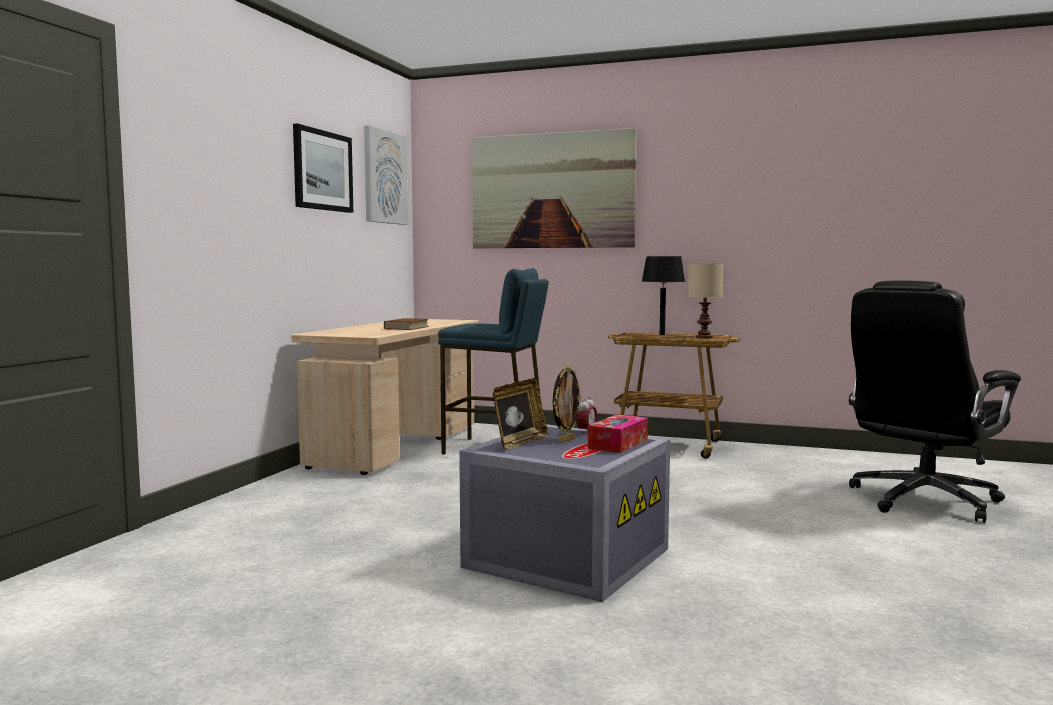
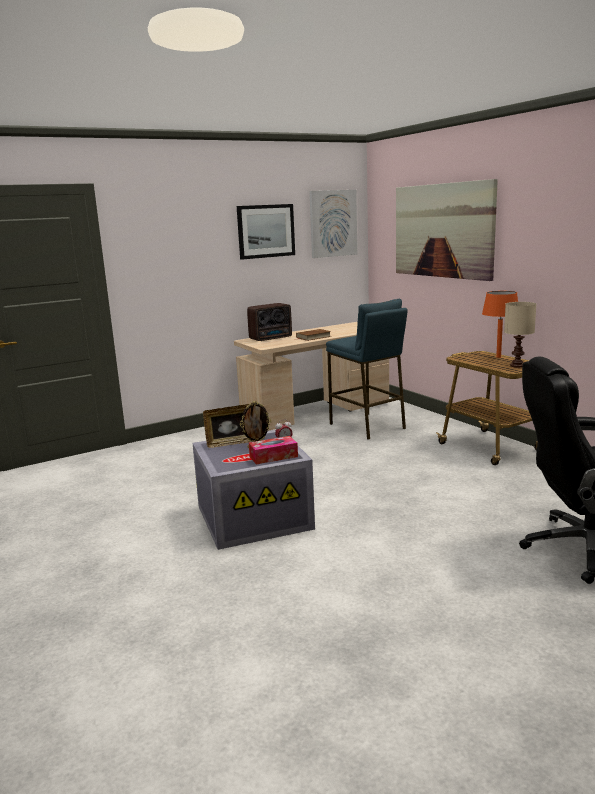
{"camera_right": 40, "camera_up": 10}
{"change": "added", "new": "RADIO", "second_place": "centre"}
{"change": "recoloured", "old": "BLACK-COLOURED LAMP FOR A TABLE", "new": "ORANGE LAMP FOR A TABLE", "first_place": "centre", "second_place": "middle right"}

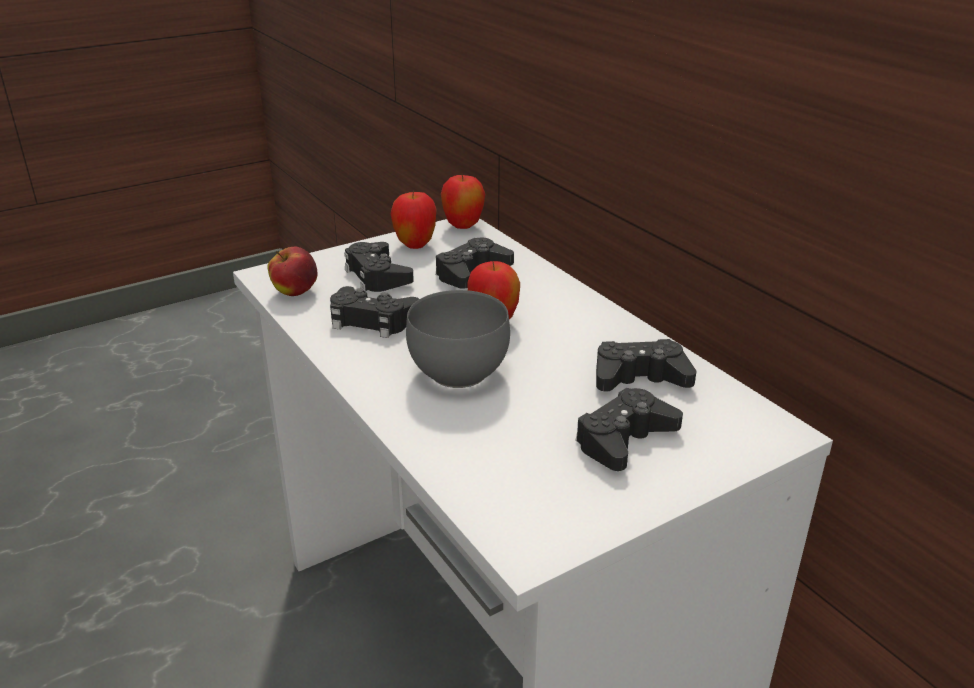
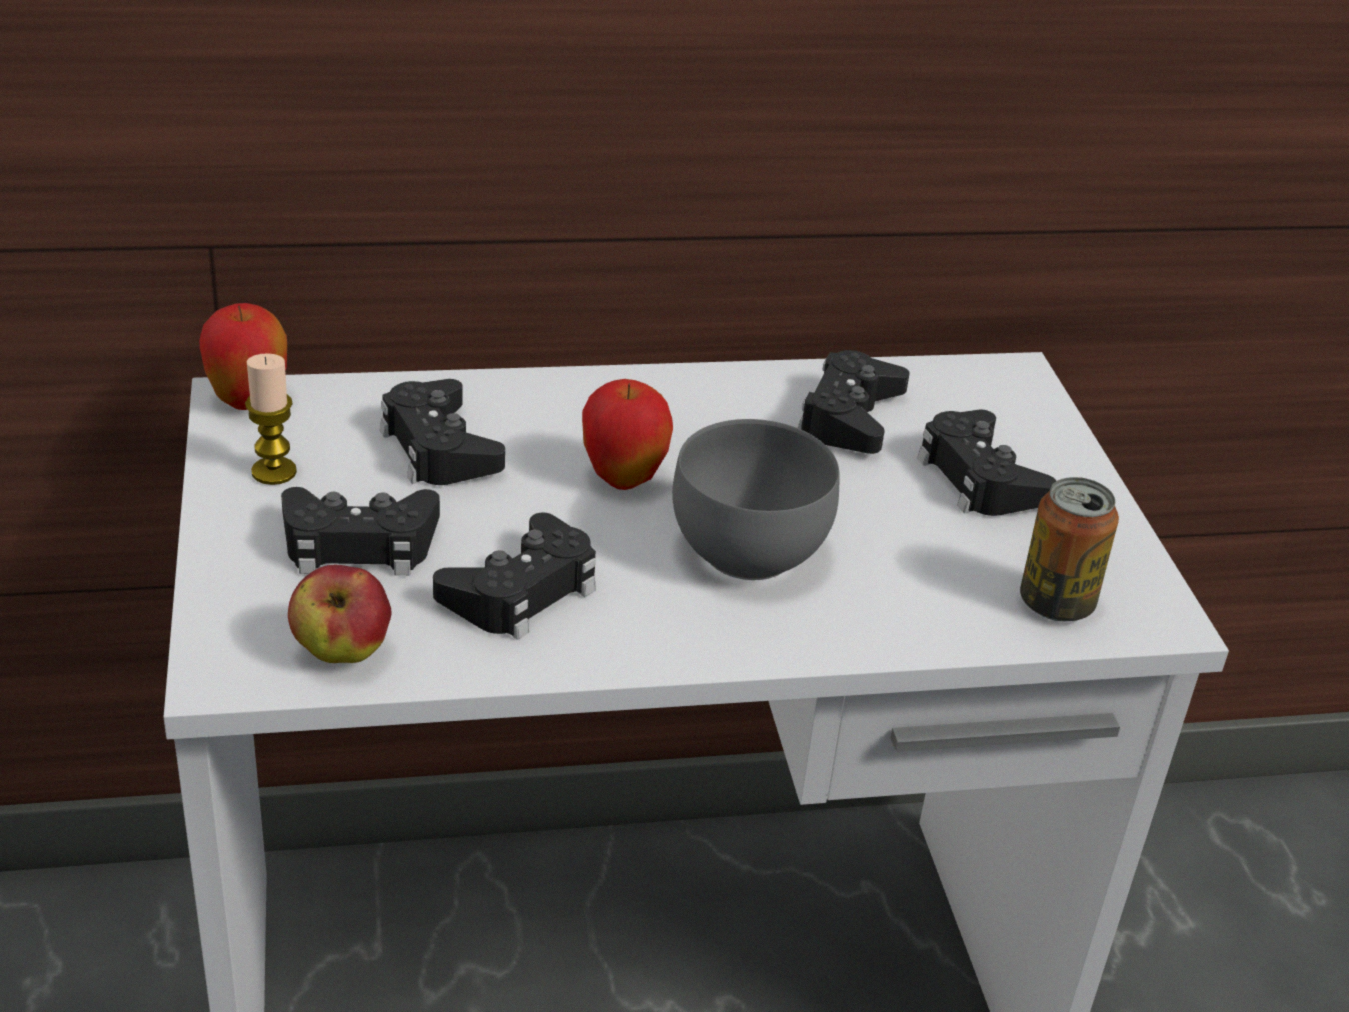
{"camera_right": -70, "camera_up": 5}
{"change": "replaced", "old": "APPLE FRUIT (2nd from left)", "new": "WAX CANDLE", "first_place": "top centre", "second_place": "middle left"}
{"change": "added", "new": "SEALED CAN", "second_place": "middle right"}

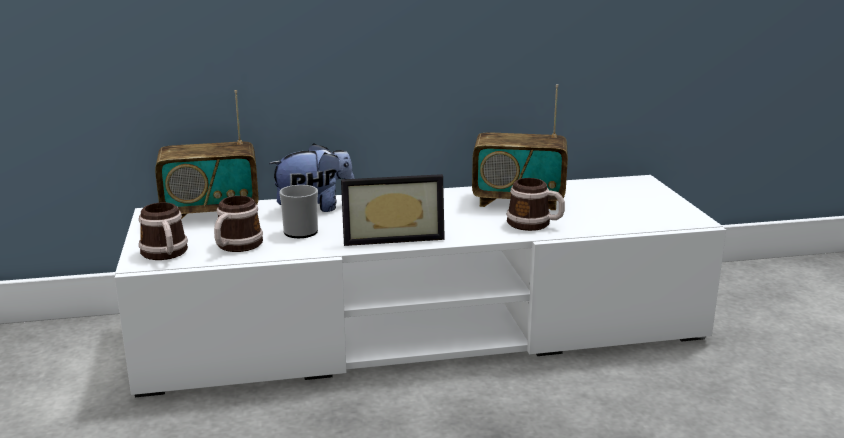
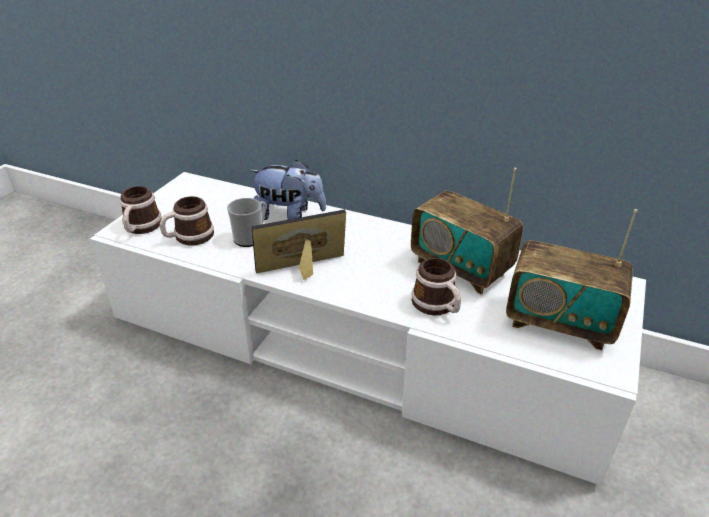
{"camera_right": 35, "camera_up": 15}
{"change": "turned", "old": "PICTURE FRAME", "first_place": "centre", "second_place": "centre", "degrees": 135}
{"change": "moved", "old": "RADIO (1st from left in the first image)", "new": "RADIO (2nd from left)", "first_place": "middle left", "second_place": "middle right"}

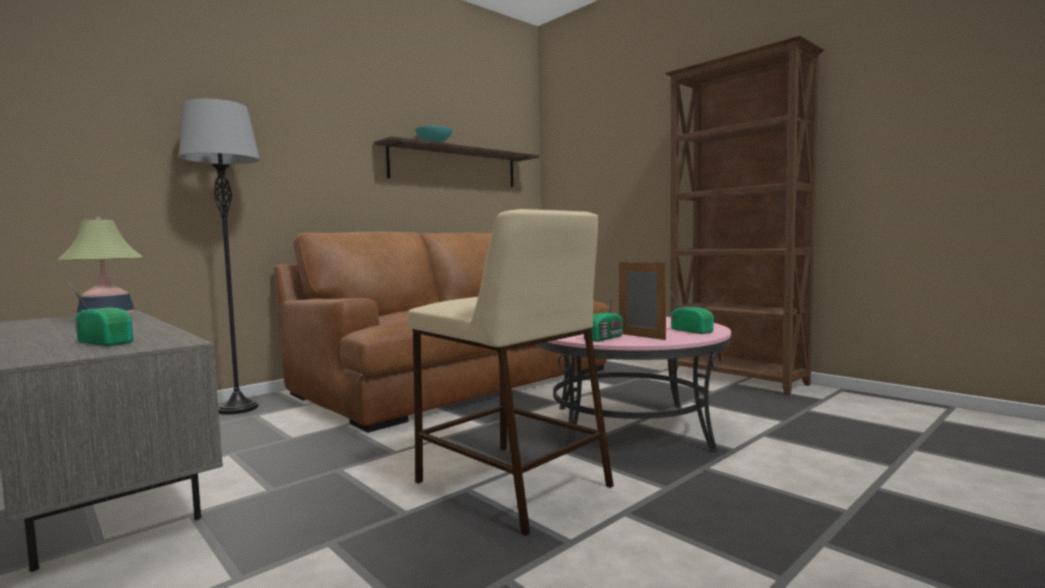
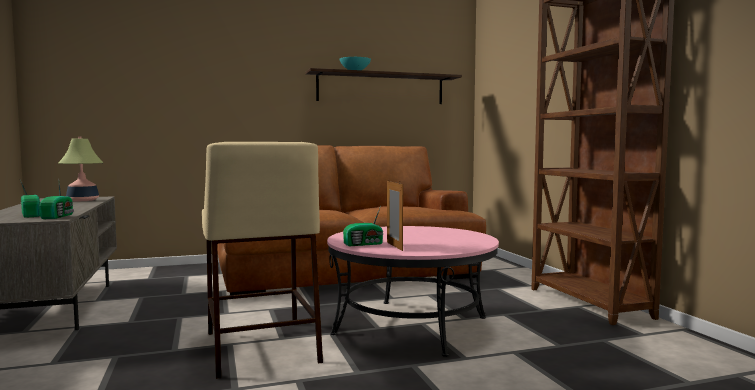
{"camera_right": 25, "camera_up": 0}
{"change": "moved", "old": "RADIO (3rd from left in the first image)", "new": "RADIO (2nd from left)", "first_place": "centre", "second_place": "middle left"}
{"change": "removed", "old": "GREY STANDARD LAMP", "first_place": "middle left"}

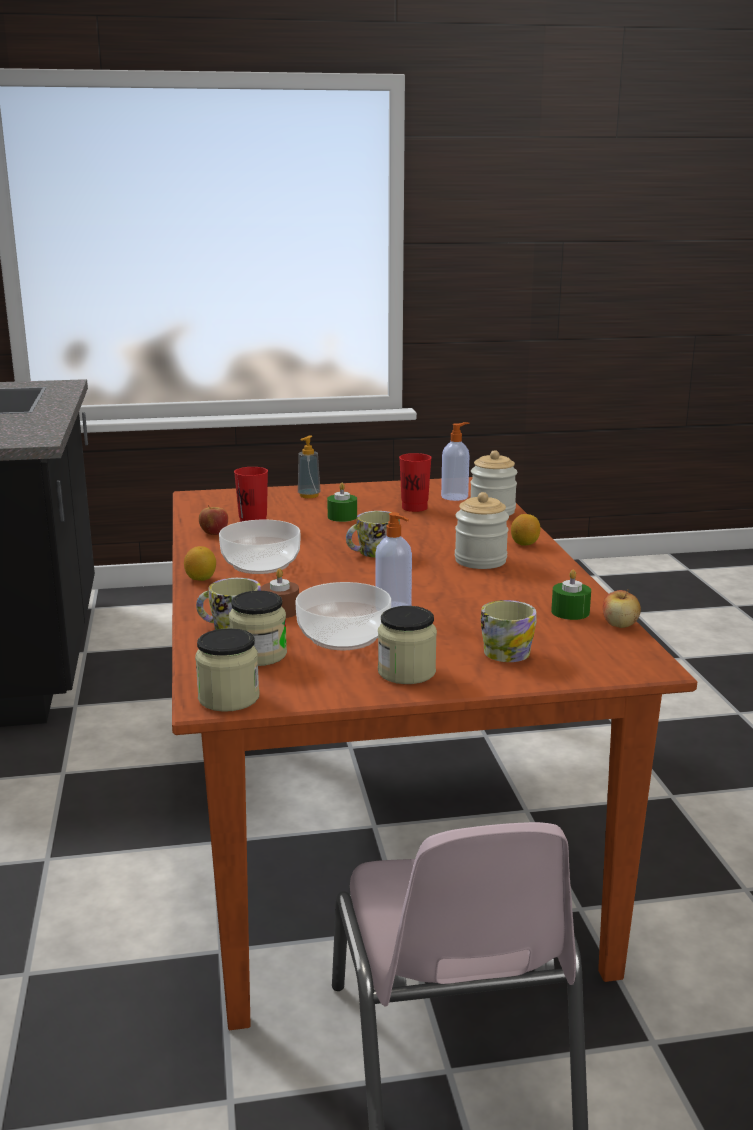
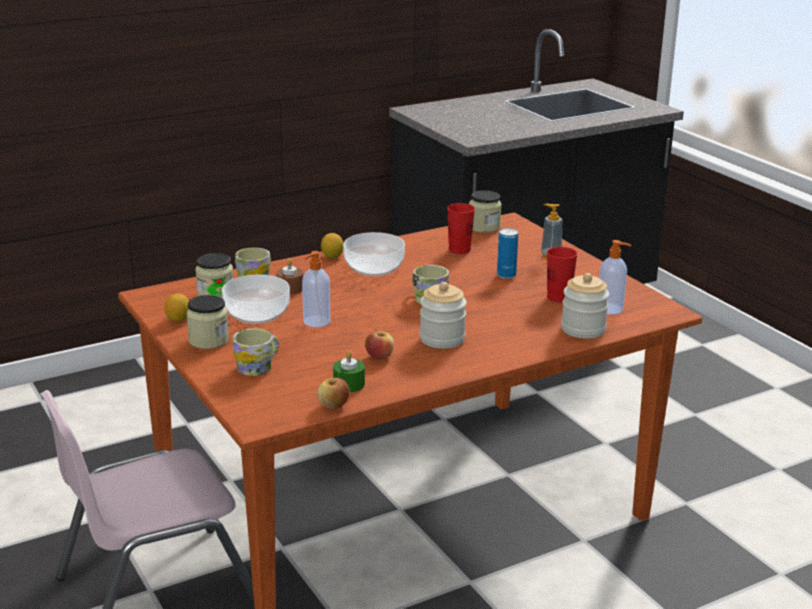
{"camera_right": 70, "camera_up": 5}
{"change": "moved", "old": "CITRUS FRUIT (2nd from left in the first image)", "new": "CITRUS FRUIT (1st from left)", "first_place": "middle right", "second_place": "middle left"}
{"change": "moved", "old": "APPLE FRUIT (1st from left in the first image)", "new": "APPLE FRUIT (2nd from left)", "first_place": "middle left", "second_place": "centre"}
{"change": "moved", "old": "JAR (1st from left in the first image)", "new": "JAR (4th from left)", "first_place": "middle left", "second_place": "centre"}
{"change": "replaced", "old": "GREEN WAX CANDLE (1st from left)", "new": "SEALED CAN", "first_place": "centre", "second_place": "centre"}

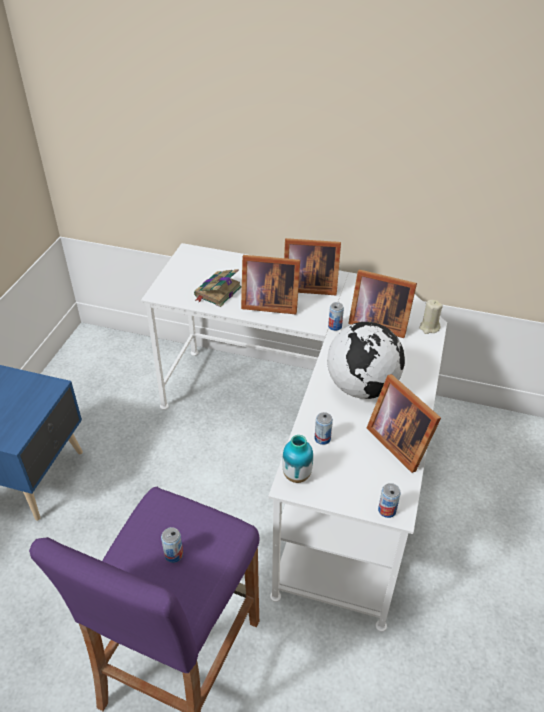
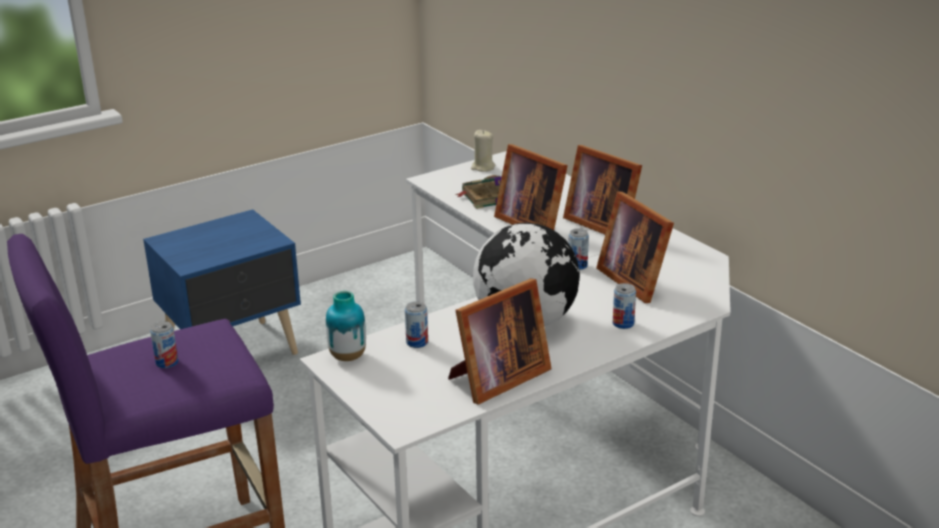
{"camera_right": 40, "camera_up": -15}
{"change": "turned", "old": "PICTURE FRAME (4th from left in the first image)", "first_place": "middle right", "second_place": "centre", "degrees": -135}
{"change": "moved", "old": "BEIGE WAX CANDLE", "first_place": "middle right", "second_place": "top centre"}
{"change": "moved", "old": "SEALED CAN (4th from left)", "first_place": "bottom right", "second_place": "centre"}

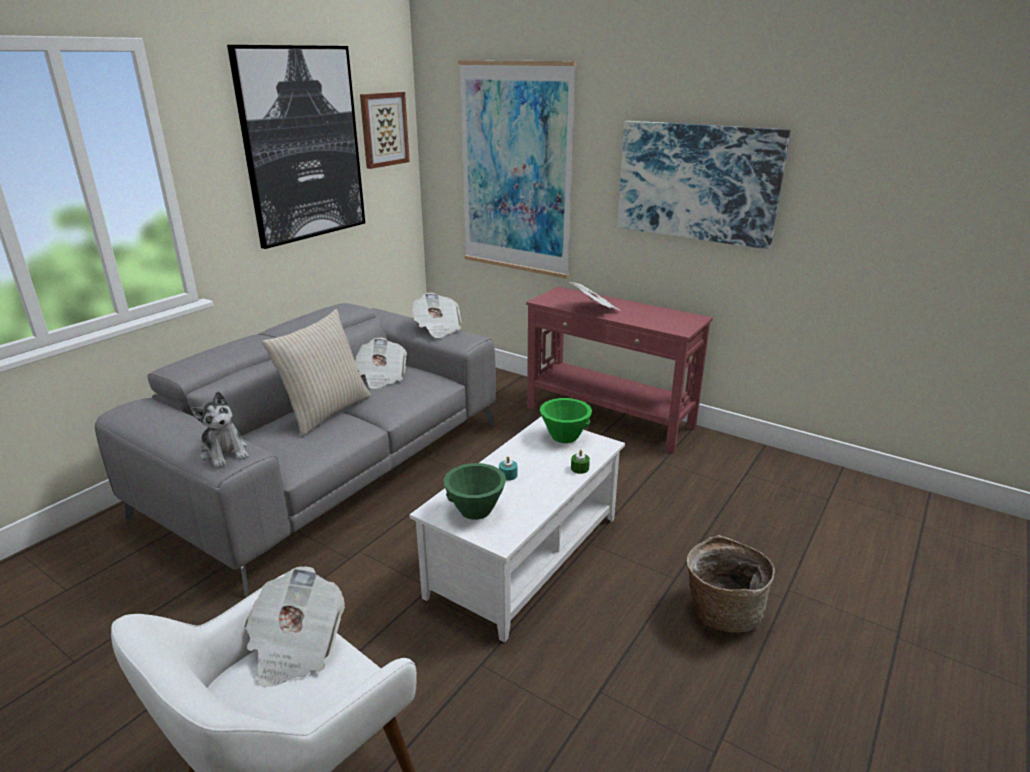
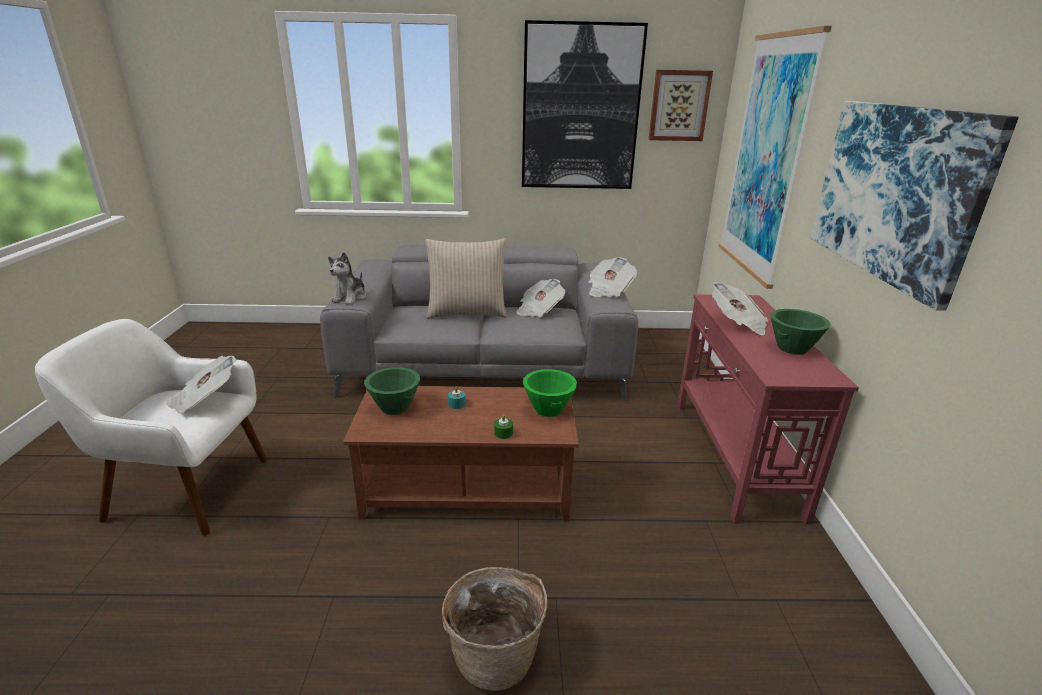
{"camera_right": 55, "camera_up": 0}
{"change": "recoloured", "old": "WHITE-COLOURED LOW TABLE", "new": "BROWNISH LOW TABLE", "first_place": "bottom centre", "second_place": "centre"}
{"change": "added", "new": "GREEN SERVING BOWL (3rd from left)", "second_place": "middle right"}

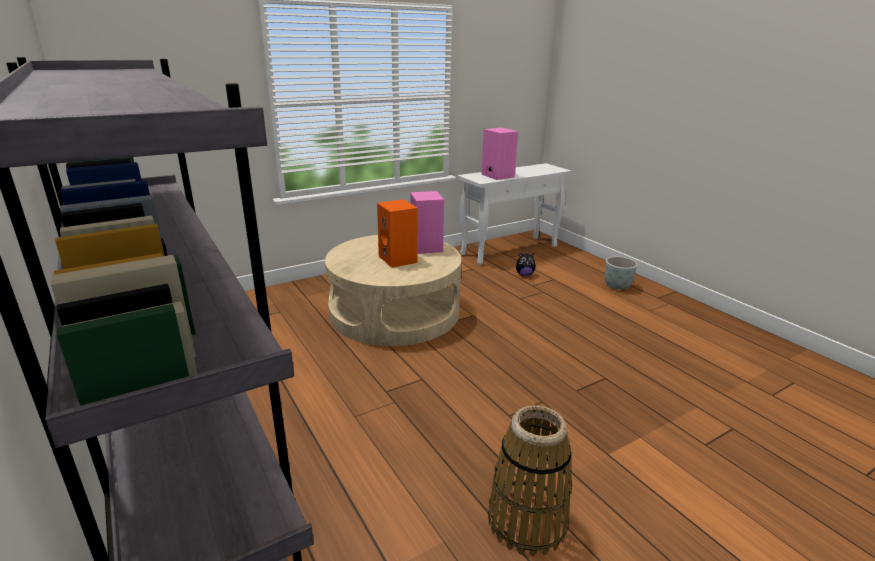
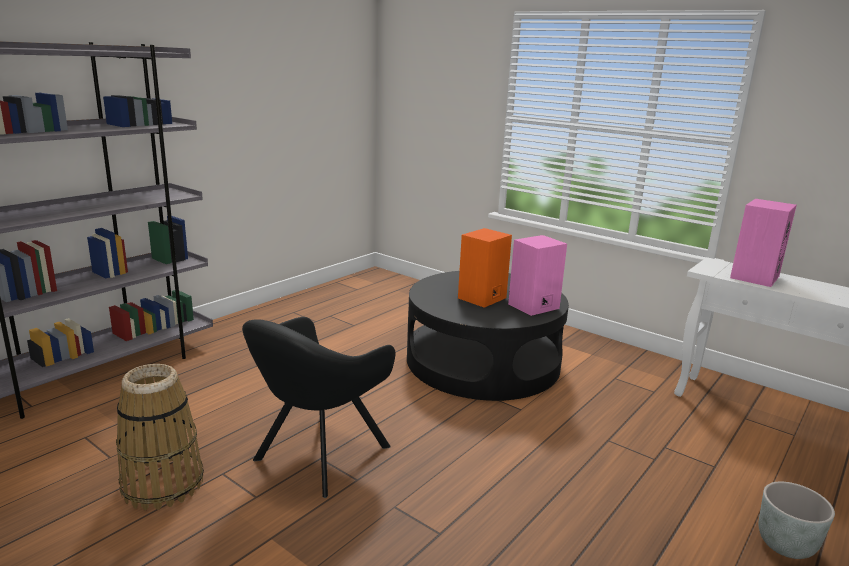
{"camera_right": 70, "camera_up": -5}
{"change": "added", "new": "BLACK-COLOURED LOUNGE CHAIR", "second_place": "bottom centre"}
{"change": "recoloured", "old": "BEIGE LOW TABLE", "new": "BLACK-COLOURED LOW TABLE", "first_place": "centre", "second_place": "centre"}
{"change": "removed", "old": "CUDDLY TOY", "first_place": "centre"}

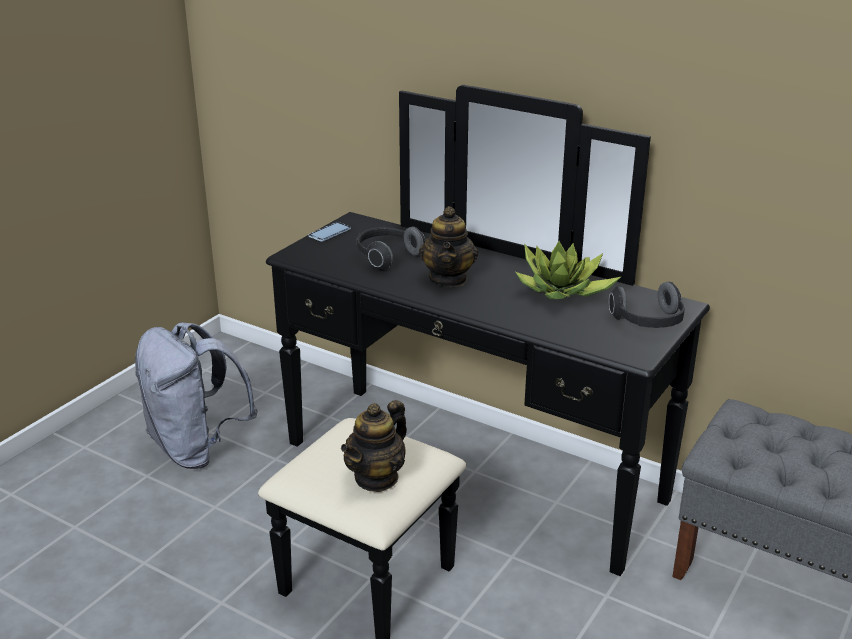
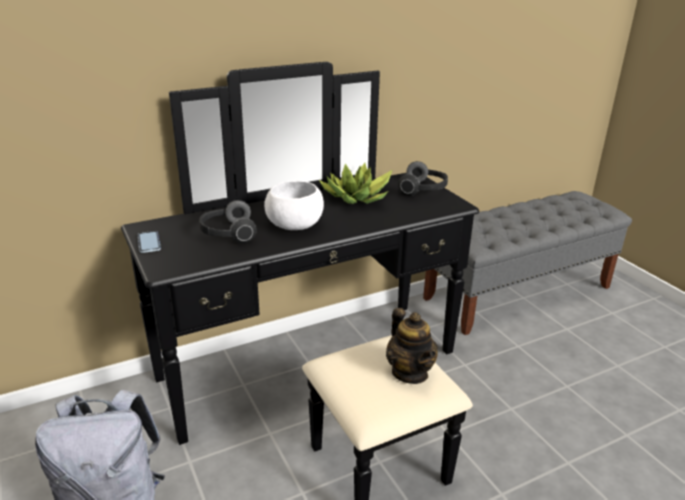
{"camera_right": -60, "camera_up": 0}
{"change": "replaced", "old": "TEAPOT (2nd from left)", "new": "WHITE-COLOURED SERVING BOWL", "first_place": "centre", "second_place": "centre"}

